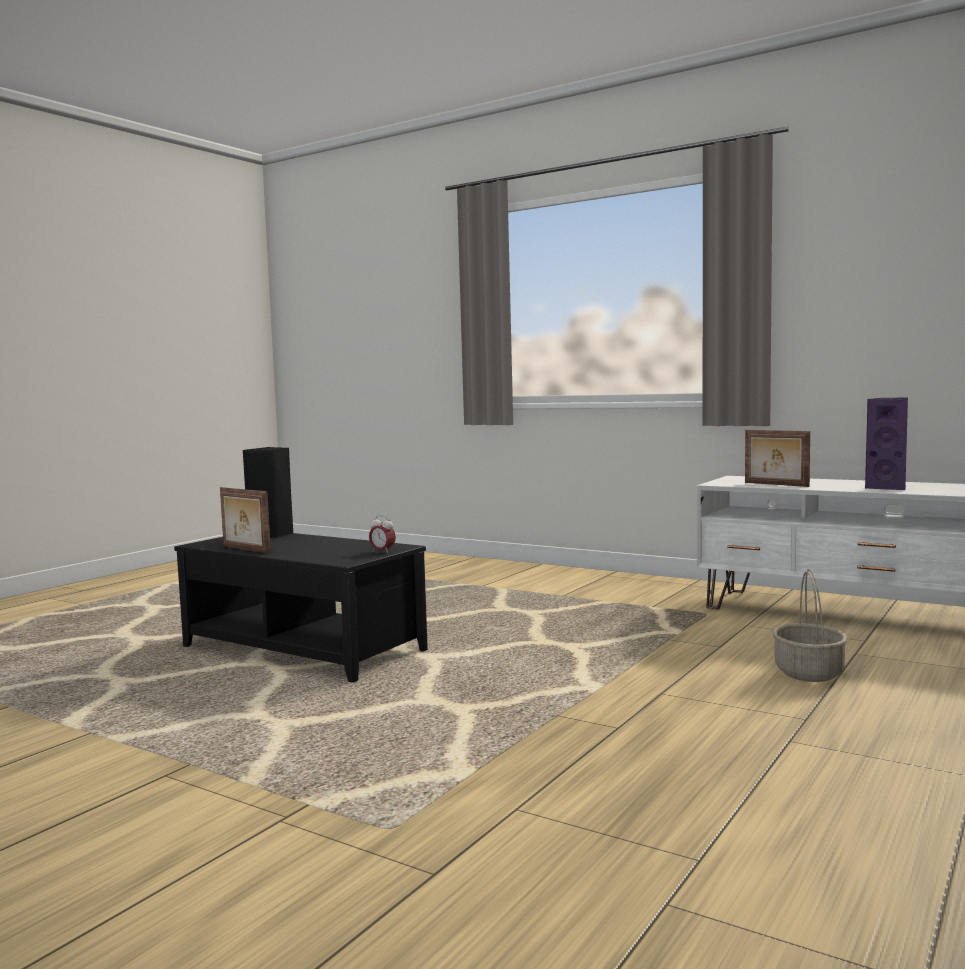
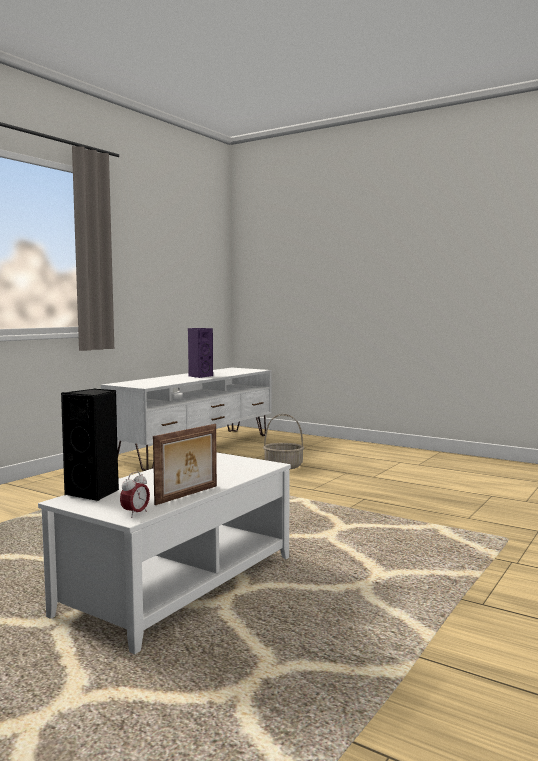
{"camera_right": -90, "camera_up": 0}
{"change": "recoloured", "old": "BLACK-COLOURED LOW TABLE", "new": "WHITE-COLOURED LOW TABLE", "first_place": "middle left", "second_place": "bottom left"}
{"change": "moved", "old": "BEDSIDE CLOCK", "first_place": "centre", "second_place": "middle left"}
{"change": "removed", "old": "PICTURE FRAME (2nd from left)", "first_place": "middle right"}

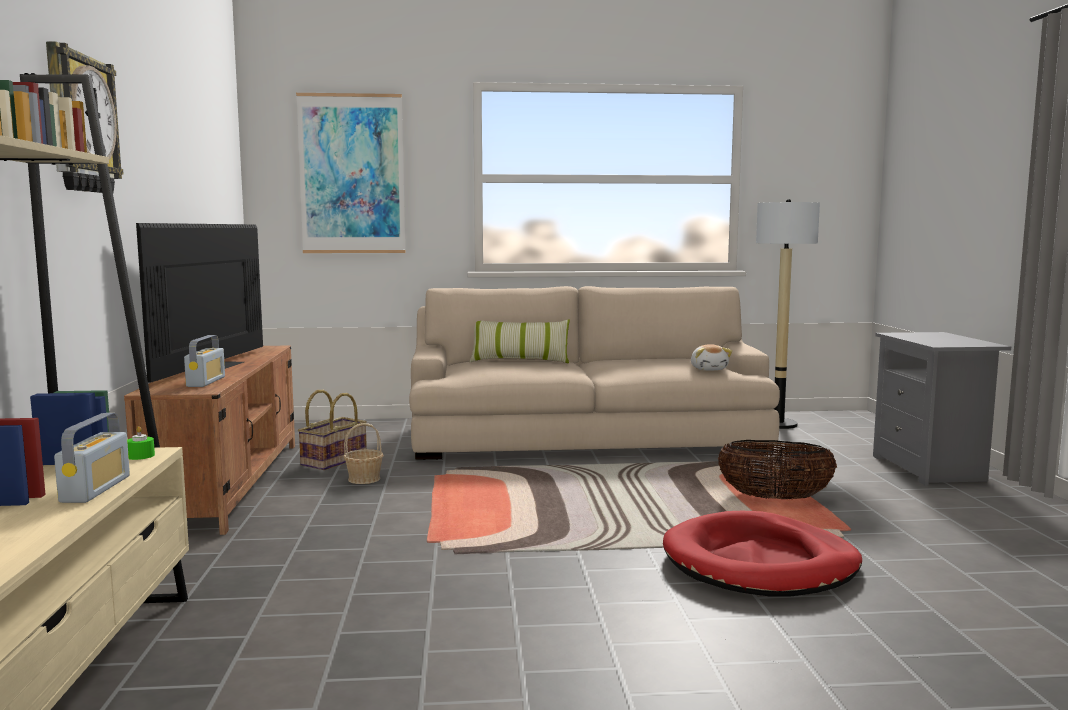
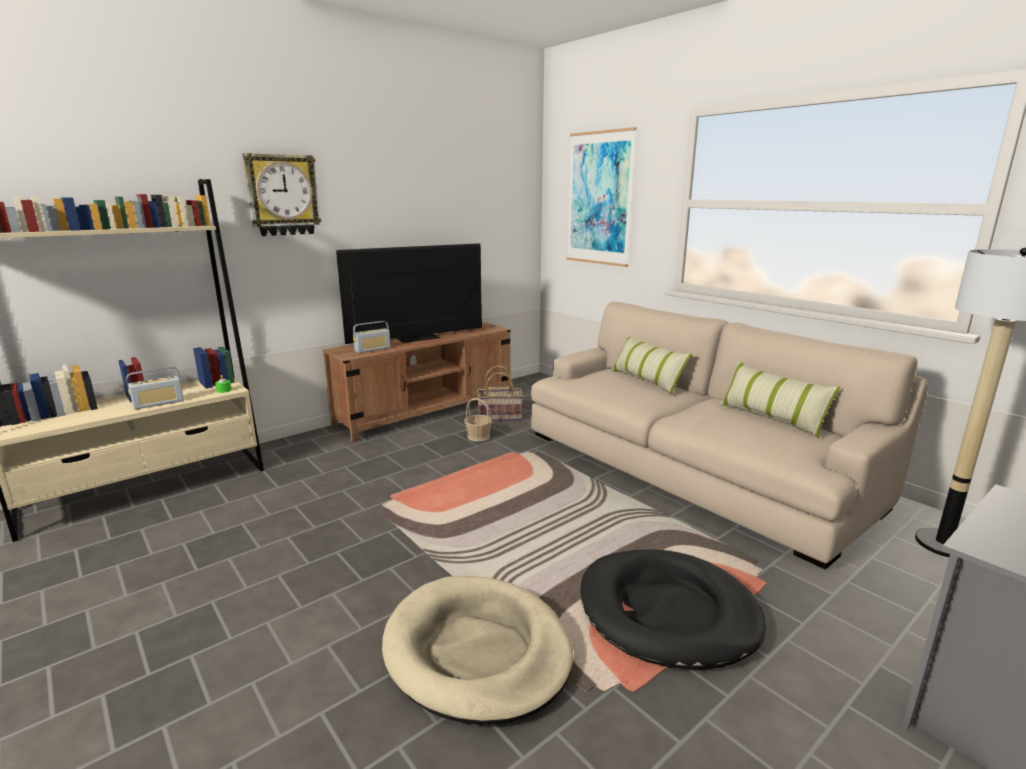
{"camera_right": 55, "camera_up": 10}
{"change": "recoloured", "old": "RED PET BED", "new": "BEIGE PET BED", "first_place": "bottom right", "second_place": "bottom centre"}
{"change": "replaced", "old": "BASKET (3rd from left)", "new": "BLACK-COLOURED PET BED", "first_place": "middle right", "second_place": "bottom centre"}
{"change": "added", "new": "PILLOW (2nd from left)", "second_place": "middle right"}
{"change": "removed", "old": "CUDDLY TOY", "first_place": "centre"}

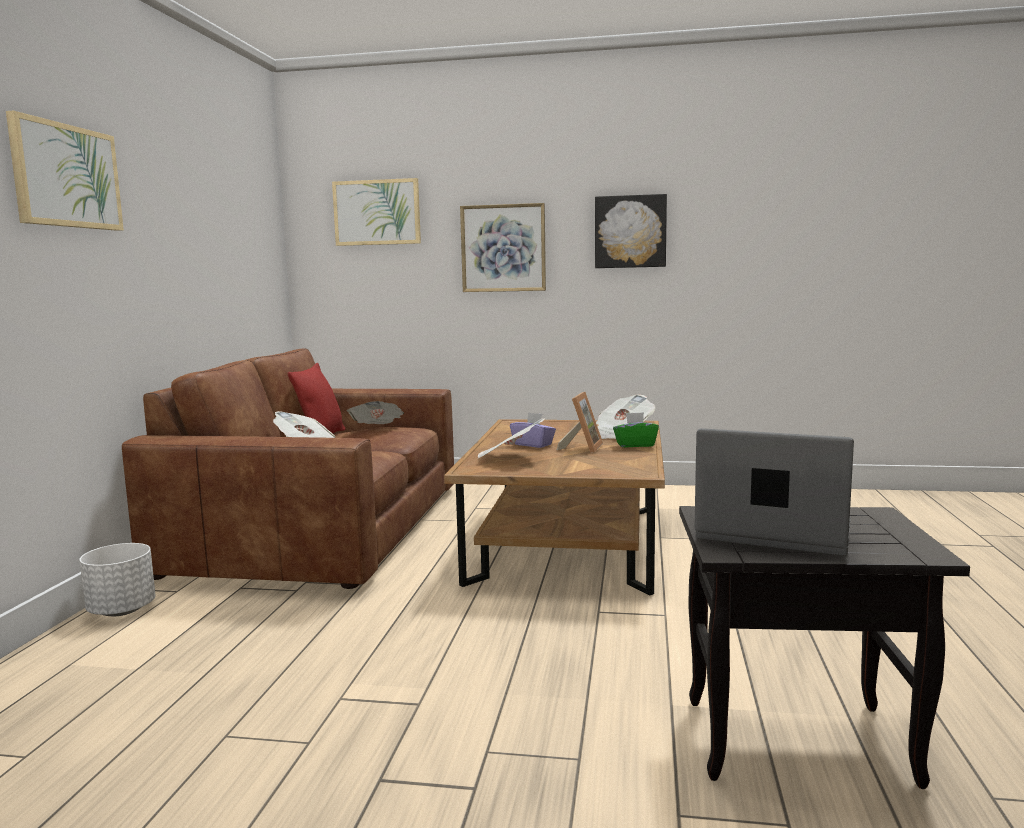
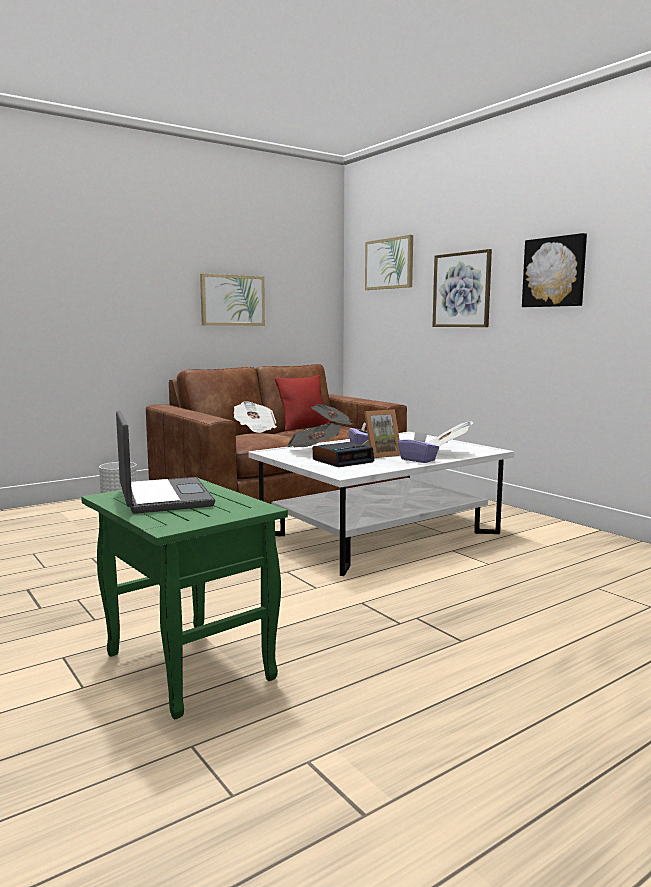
{"camera_right": 45, "camera_up": 0}
{"change": "recoloured", "old": "BLACK-COLOURED ACCENT TABLE", "new": "GREEN ACCENT TABLE", "first_place": "bottom right", "second_place": "bottom left"}
{"change": "moved", "old": "WALL ART (1st from left)", "first_place": "top left", "second_place": "centre"}
{"change": "recoloured", "old": "BROWNISH LOW TABLE", "new": "WHITE-COLOURED LOW TABLE", "first_place": "centre", "second_place": "centre"}
{"change": "added", "new": "BEDSIDE CLOCK", "second_place": "centre"}
{"change": "recoloured", "old": "GREEN TISSUE HOLDER", "new": "PURPLE TISSUE HOLDER (2nd from left)", "first_place": "centre", "second_place": "centre"}

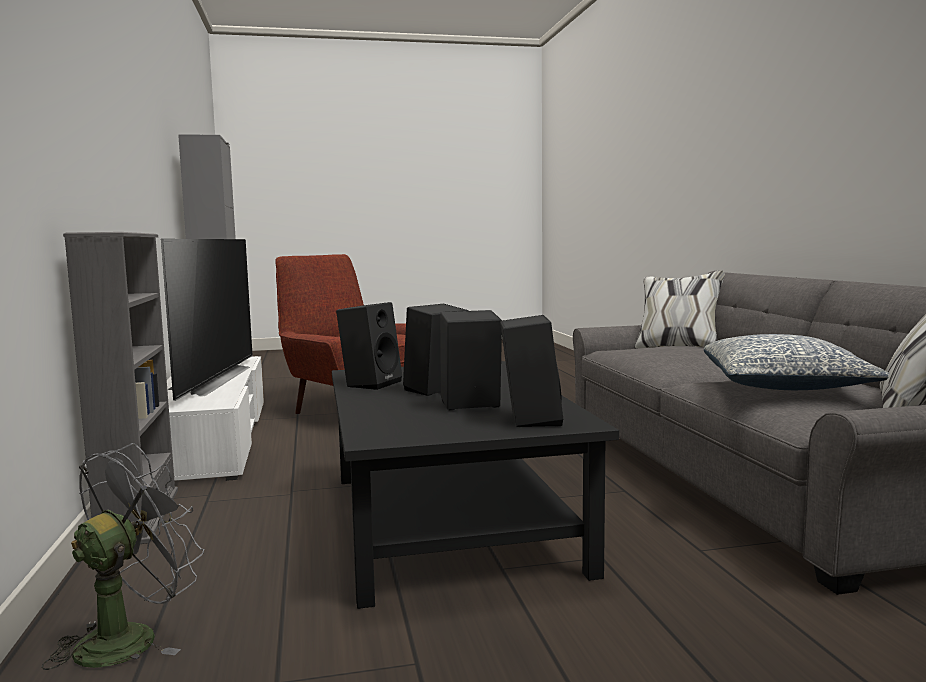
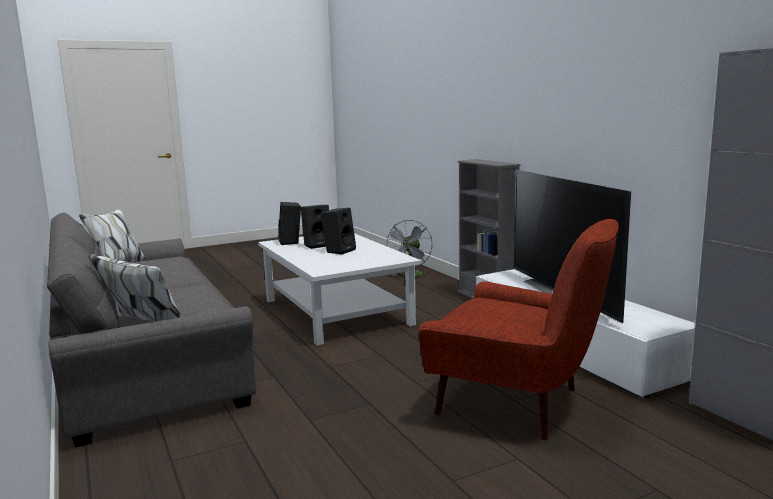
{"camera_right": 165, "camera_up": 5}
{"change": "recoloured", "old": "BLACK-COLOURED LOW TABLE", "new": "WHITE-COLOURED LOW TABLE", "first_place": "bottom centre", "second_place": "centre"}
{"change": "removed", "old": "BLACK-COLOURED AUDIO SPEAKER (1st from left)", "first_place": "centre"}
{"change": "removed", "old": "PILLOW", "first_place": "middle right"}

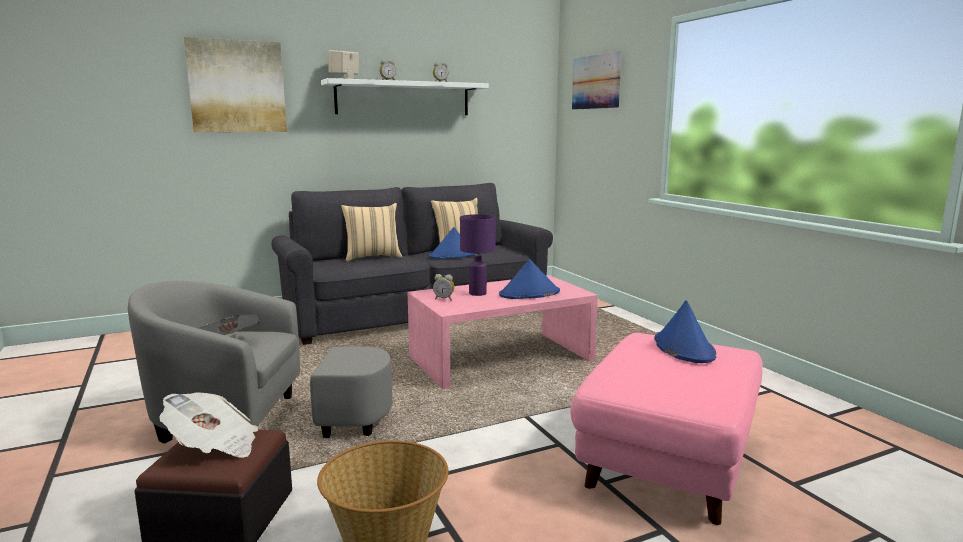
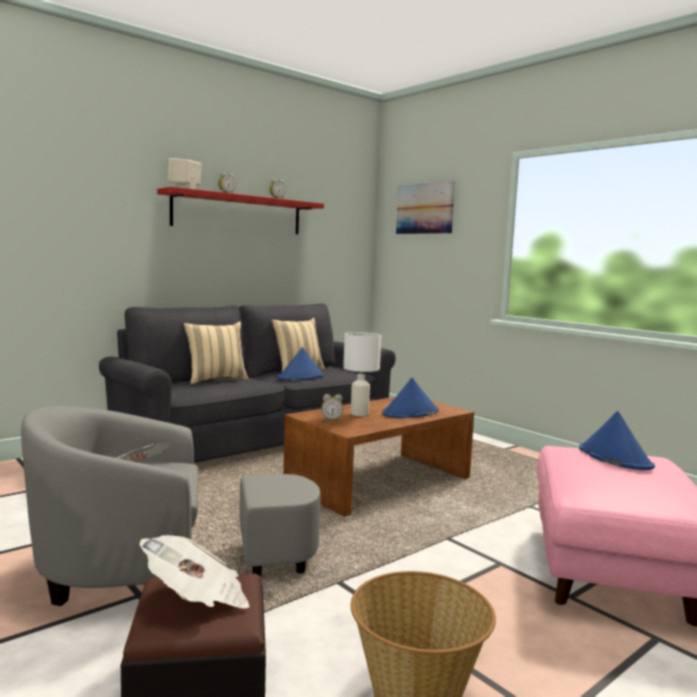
{"camera_right": -15, "camera_up": -5}
{"change": "recoloured", "old": "WHITE-COLOURED SHELF", "new": "RED SHELF", "first_place": "top centre", "second_place": "top centre"}
{"change": "recoloured", "old": "PINK LOW TABLE", "new": "BROWNISH LOW TABLE", "first_place": "centre", "second_place": "centre"}
{"change": "recoloured", "old": "PURPLE LAMP FOR A TABLE", "new": "WHITE-COLOURED LAMP FOR A TABLE", "first_place": "centre", "second_place": "centre"}
{"change": "removed", "old": "WALL ART (1st from left)", "first_place": "top left"}

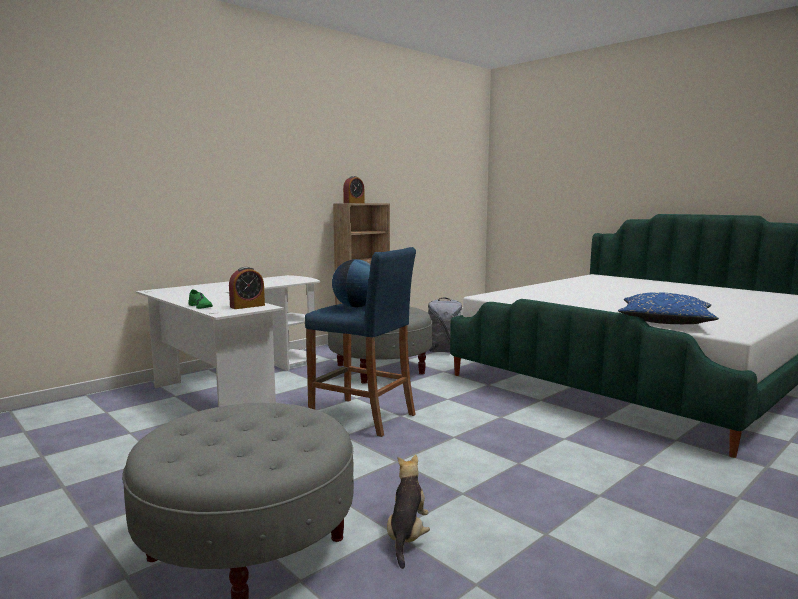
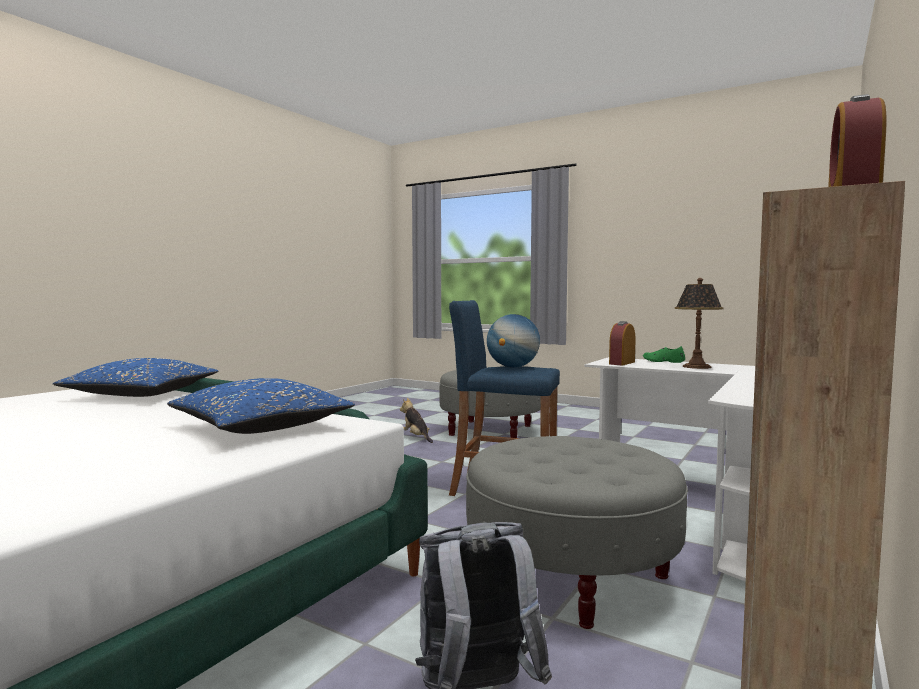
{"camera_right": 165, "camera_up": -5}
{"change": "added", "new": "BLUE PILLOW (2nd from left)", "second_place": "middle left"}
{"change": "turned", "old": "CUDDLY TOY", "first_place": "bottom centre", "second_place": "centre", "degrees": 150}
{"change": "added", "new": "LAMP FOR A TABLE", "second_place": "middle right"}

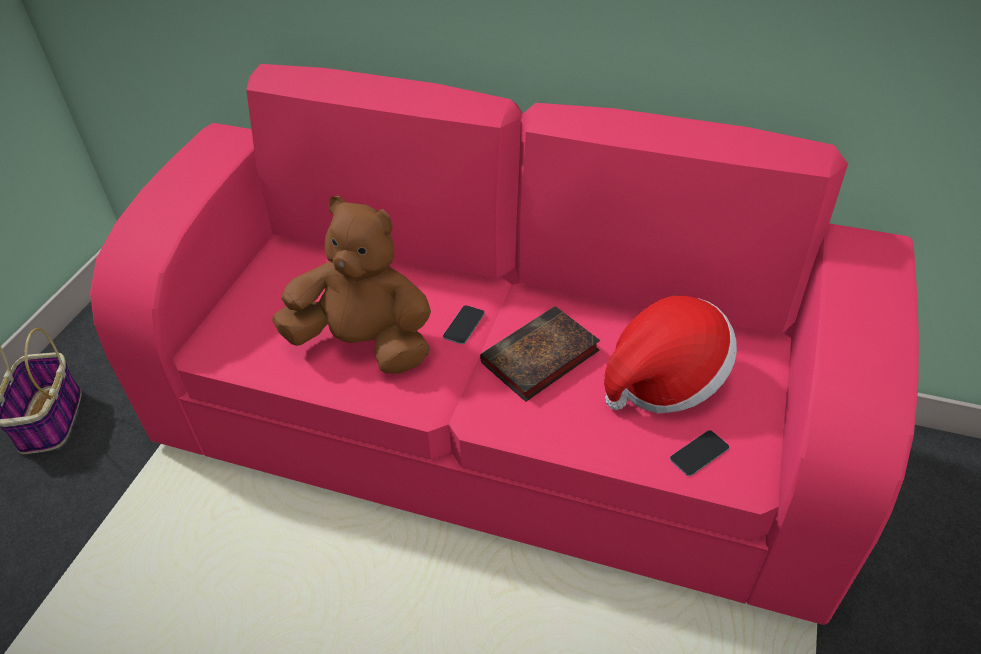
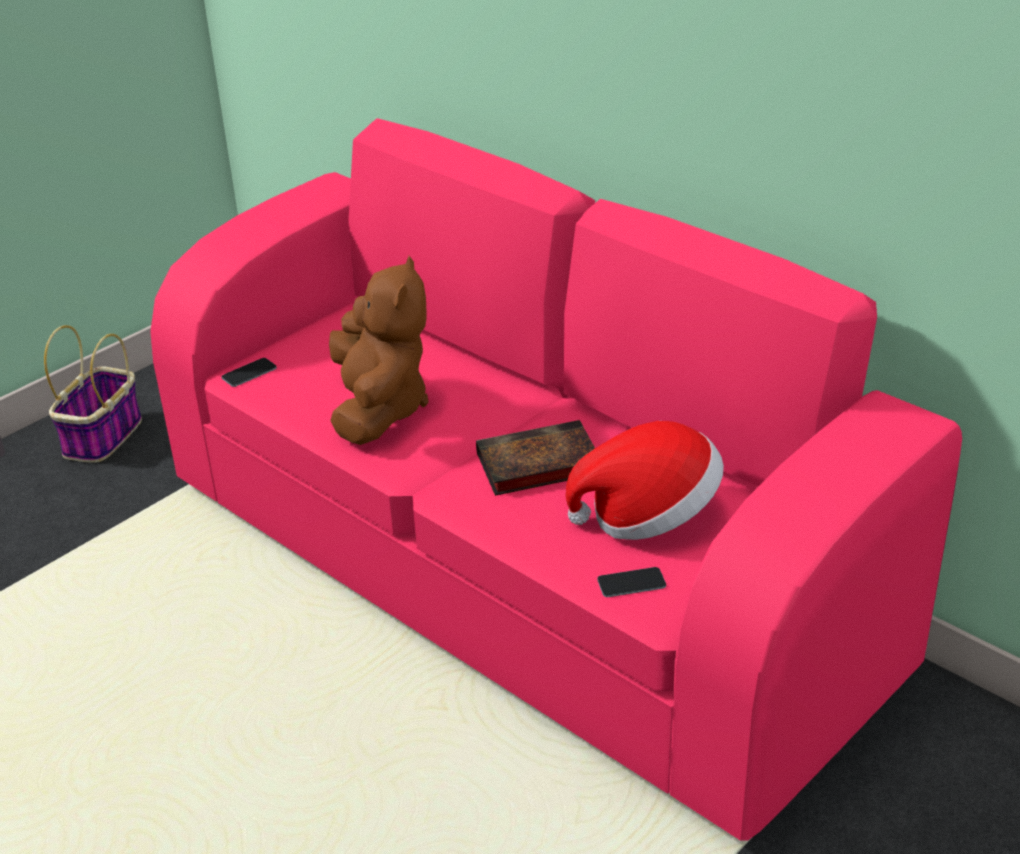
{"camera_right": 25, "camera_up": -10}
{"change": "moved", "old": "HANDSET (1st from left)", "first_place": "centre", "second_place": "middle left"}
{"change": "turned", "old": "BROWNISH CUDDLY TOY", "first_place": "centre", "second_place": "centre", "degrees": 45}

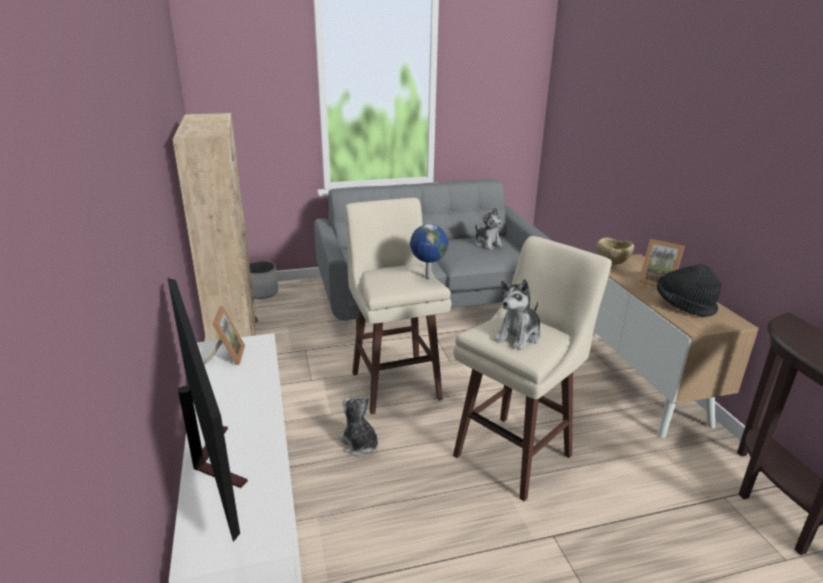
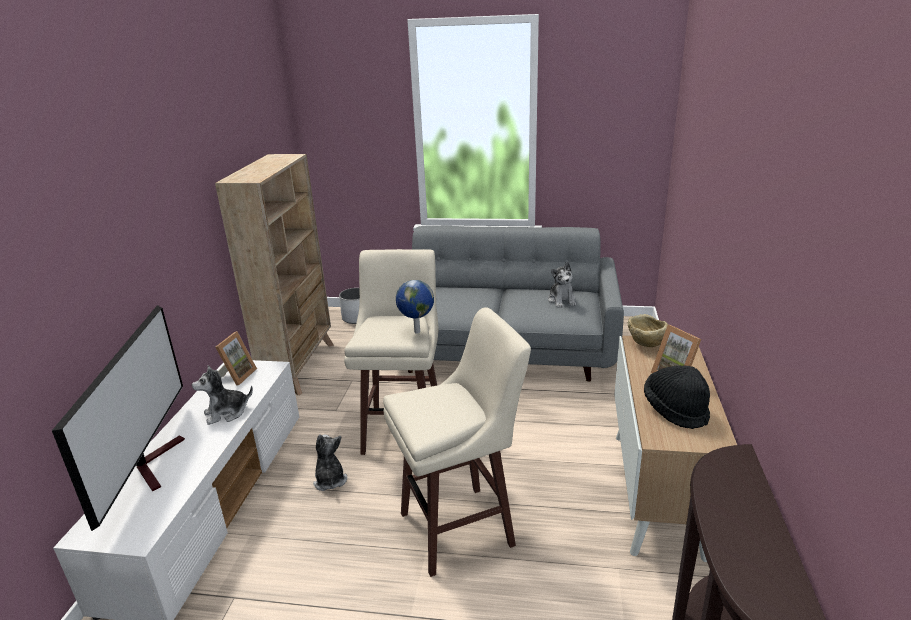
{"camera_right": 25, "camera_up": 0}
{"change": "moved", "old": "CUDDLY TOY (3rd from left in the first image)", "new": "CUDDLY TOY (1st from left)", "first_place": "centre", "second_place": "middle left"}

